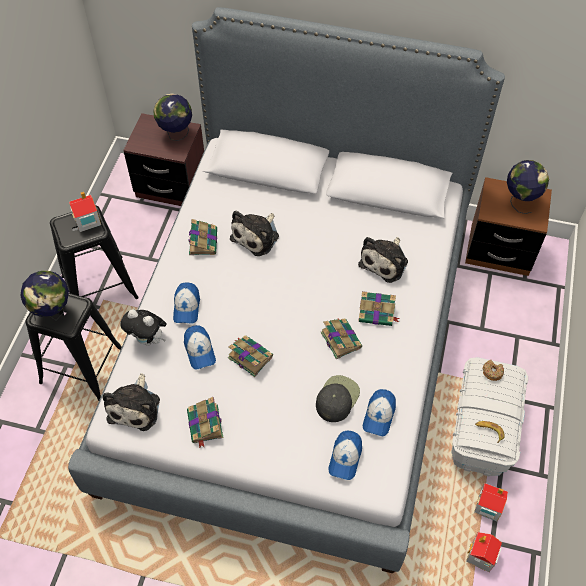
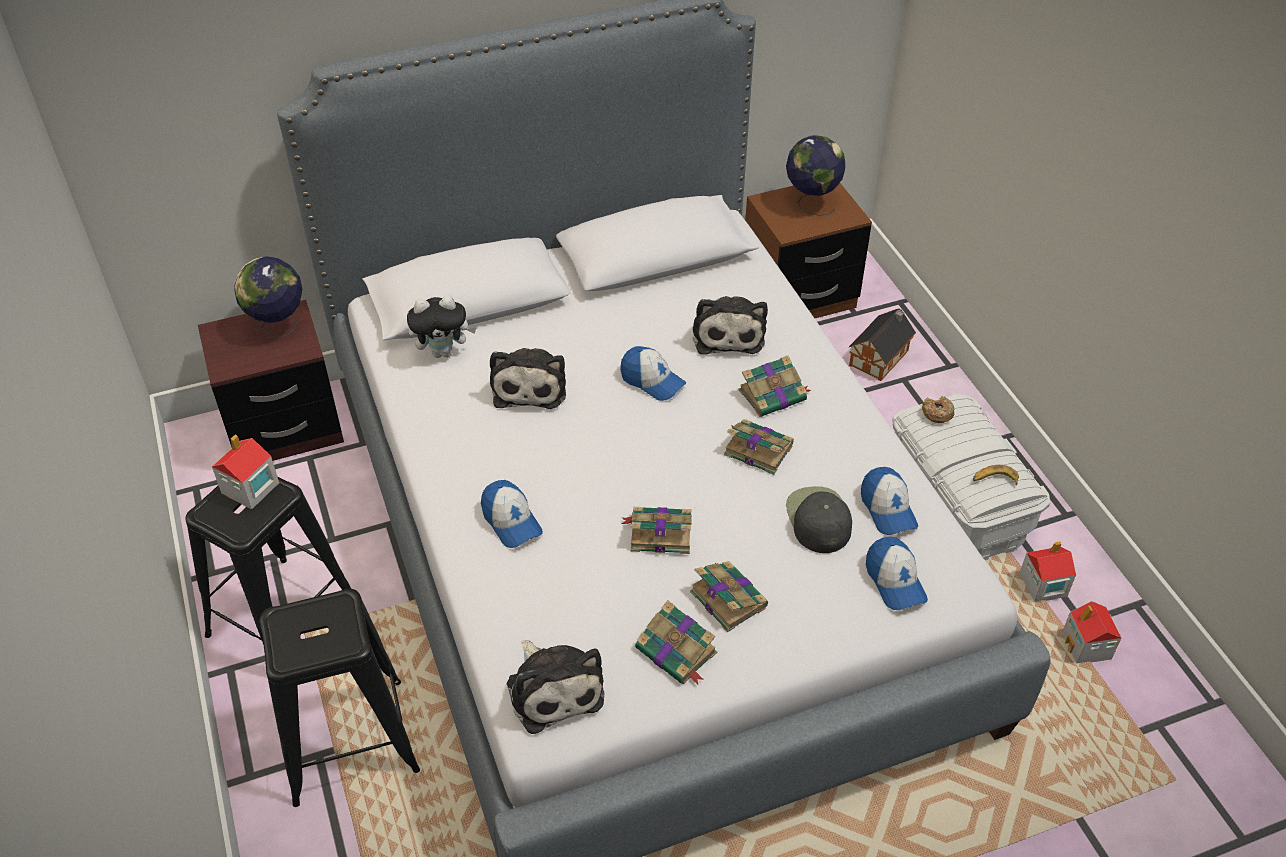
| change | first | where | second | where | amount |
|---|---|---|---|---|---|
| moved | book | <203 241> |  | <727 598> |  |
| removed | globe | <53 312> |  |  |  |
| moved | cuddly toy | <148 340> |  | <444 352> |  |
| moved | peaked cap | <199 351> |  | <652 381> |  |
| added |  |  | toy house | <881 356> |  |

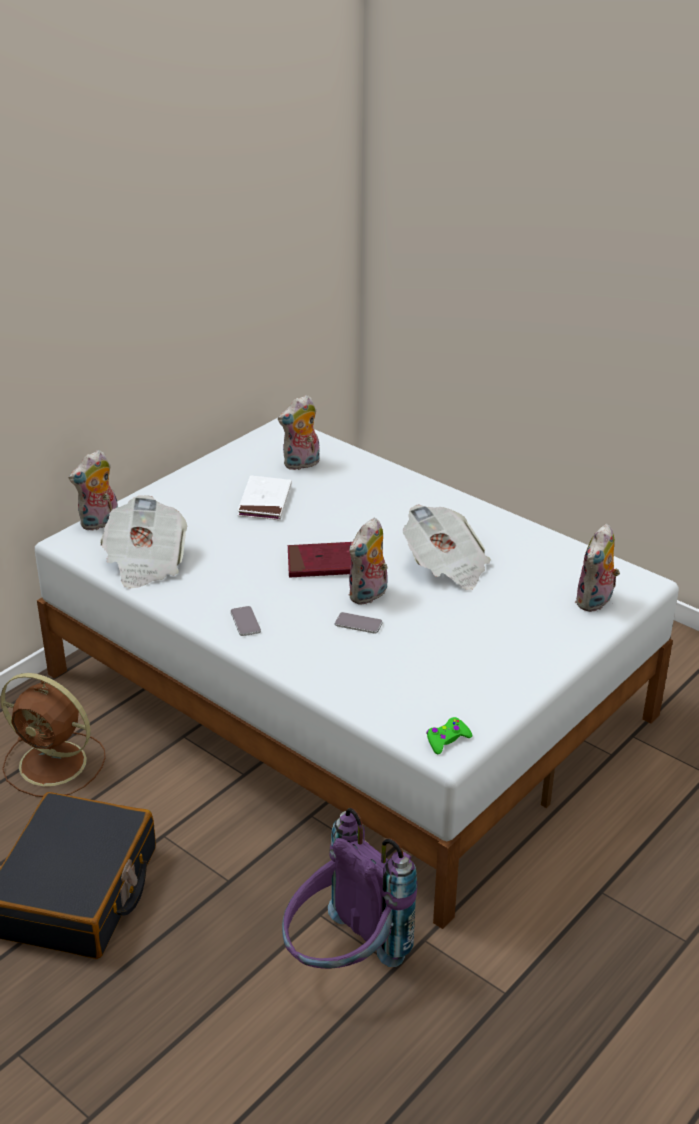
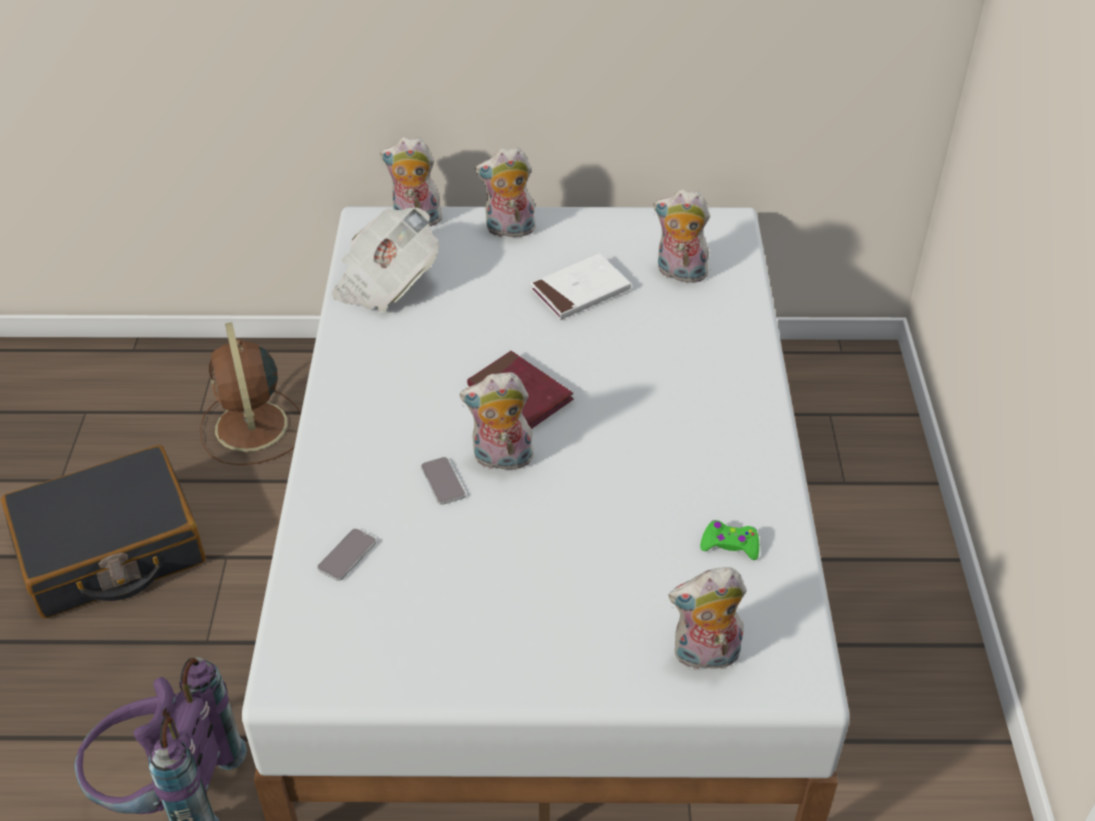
| change | first | where | second | where | amount |
|---|---|---|---|---|---|
| removed | newspaper | <446 567> |  |  |  |
| moved | handset | <245 622> |  | <347 555> |  |
| moved | green gamepad | <447 740> |  | <730 545> |  |
| added |  |  | cuddly toy | <509 230> |  |

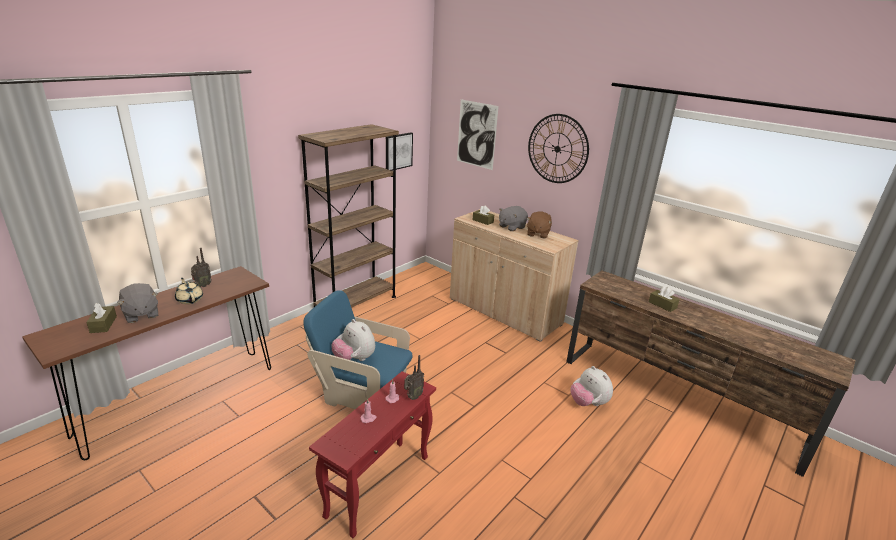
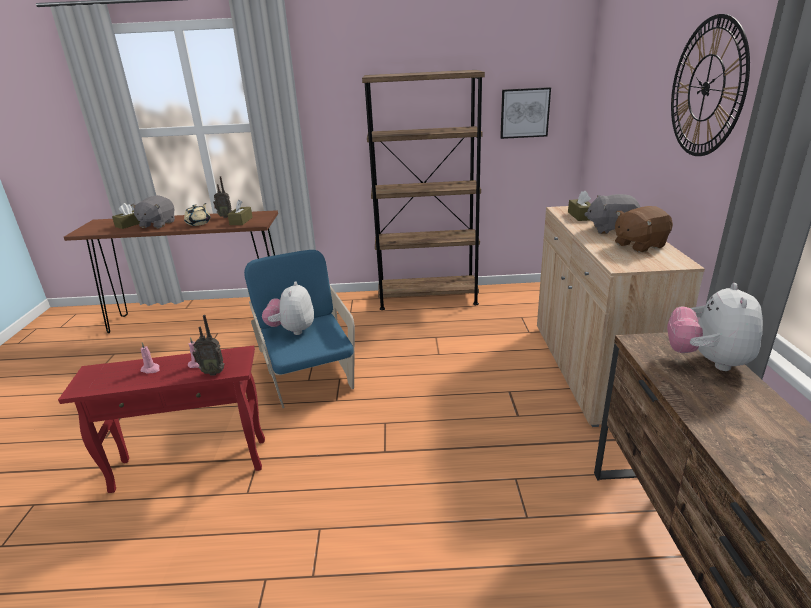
| change | first | where | second | where | amount |
|---|---|---|---|---|---|
| removed | wall picture | <476 134> |  |  |  |
| moved | brown tissue holder | <662 305> |  | <241 221> |  |
| moved | cuddly toy | <588 403> |  | <707 361> |  |

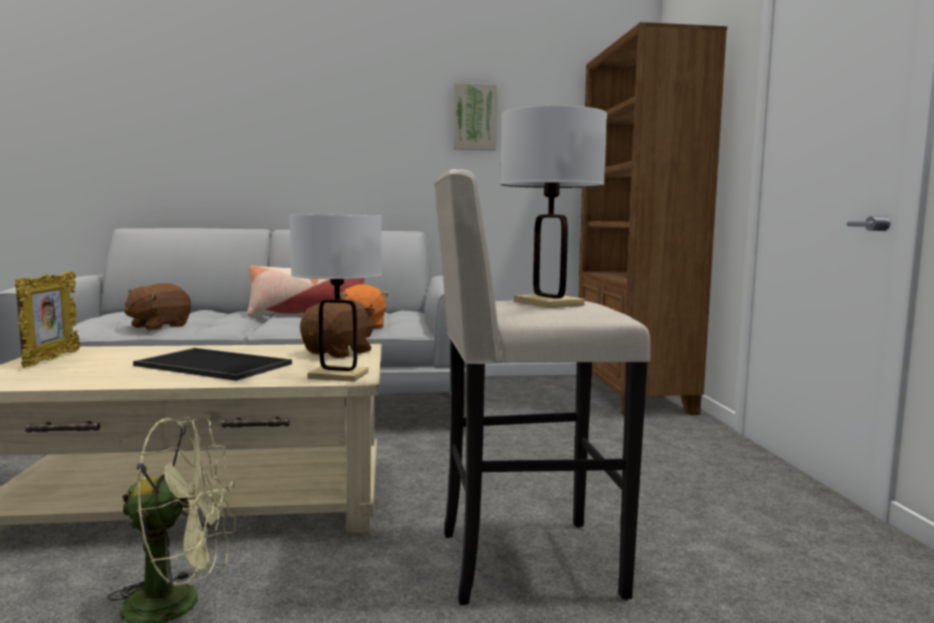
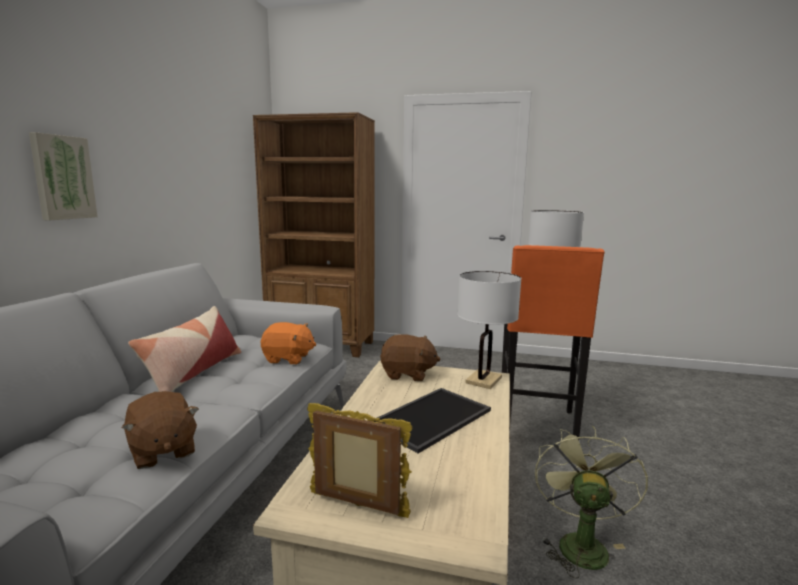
| change | first | where | second | where | amount |
|---|---|---|---|---|---|
| moved | wall picture | <474 117> |  | <62 177> |  |
| recoloured | beige sitting stool | <523 563> | orangey sitting stool | <537 426> |  |
| turned | brown cuddly toy | <339 352> |  | <408 374> | 135 degrees clockwise |

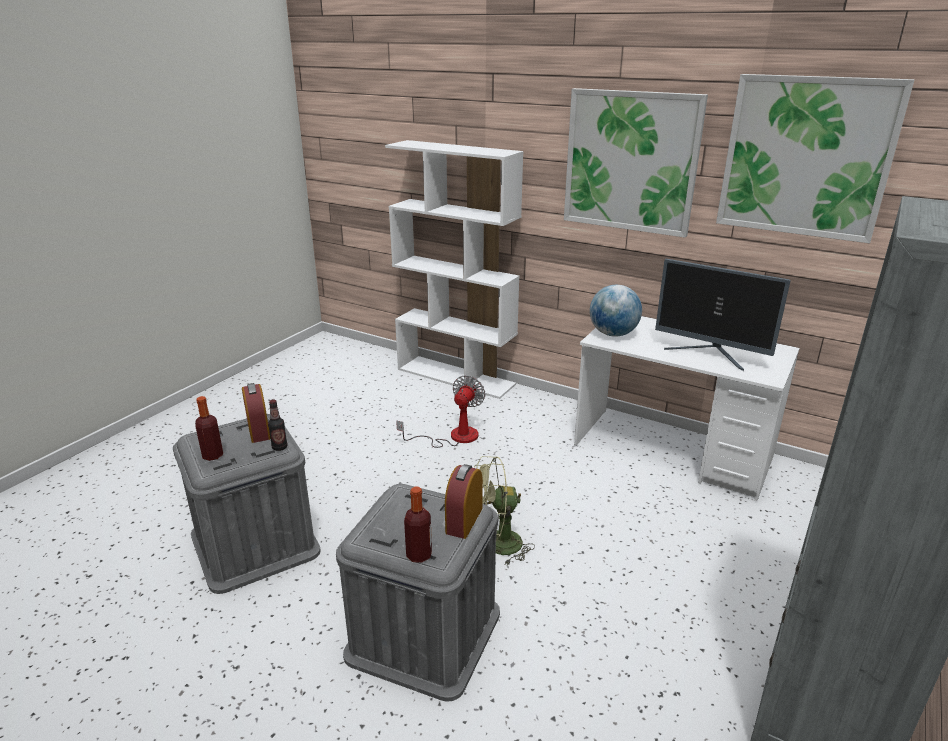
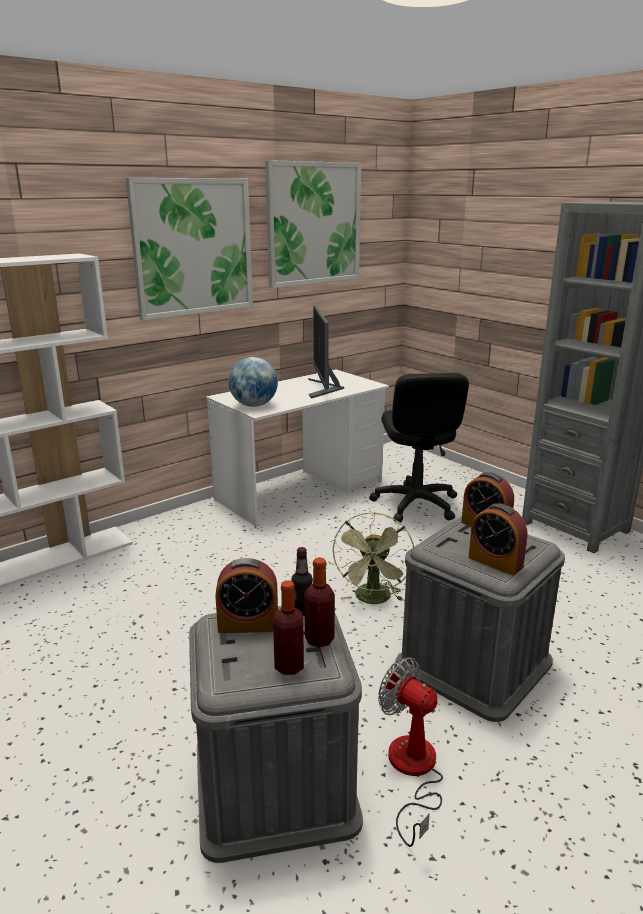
| change | first | where | second | where | amount |
|---|---|---|---|---|---|
| turned | monitor | <710 355> |  | <323 389> | 120 degrees clockwise |
| moved | electric fan | <453 437> |  | <412 772> |  |
| moved | beverage bottle | <419 555> |  | <319 639> |  |
| added |  |  | black computer chair | <415 504> |  |
| added |  |  | bedside clock | <495 562> |  |

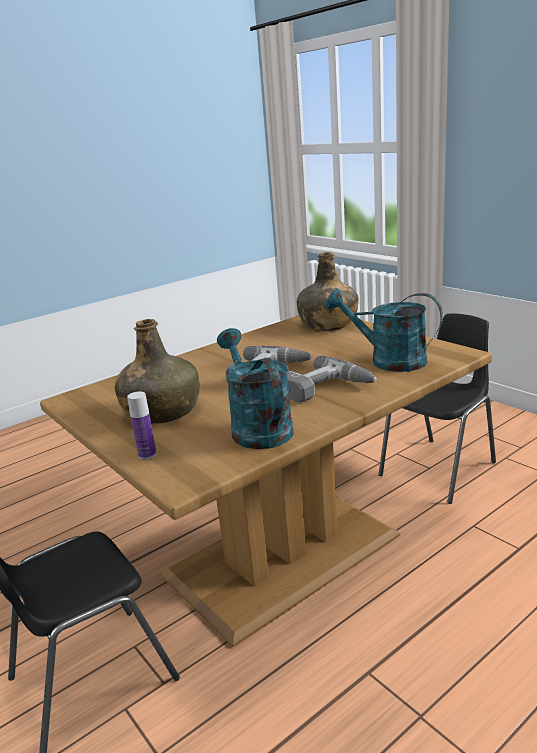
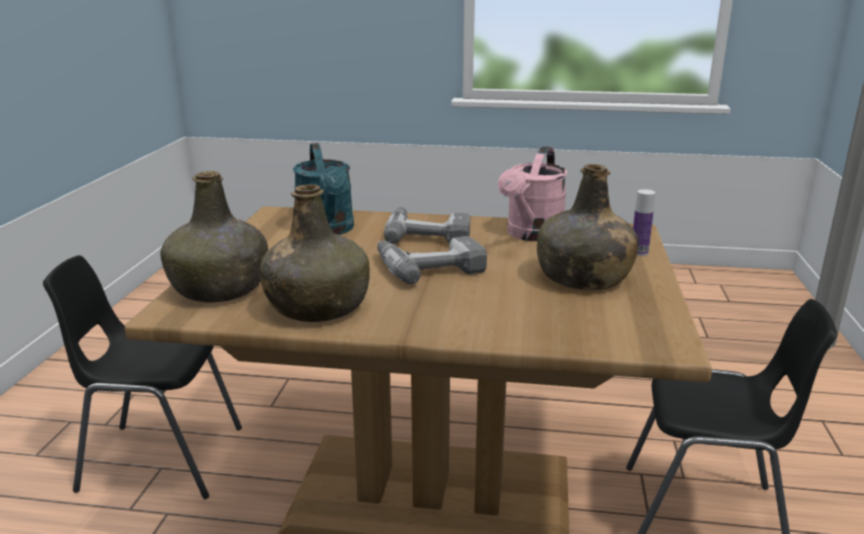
| change | first | where | second | where | amount |
|---|---|---|---|---|---|
| recoloured | blue-green sprinkling can | <257 427> | pink sprinkling can | <532 235> |  |
| added |  |  | green beverage bottle | <318 307> |  |

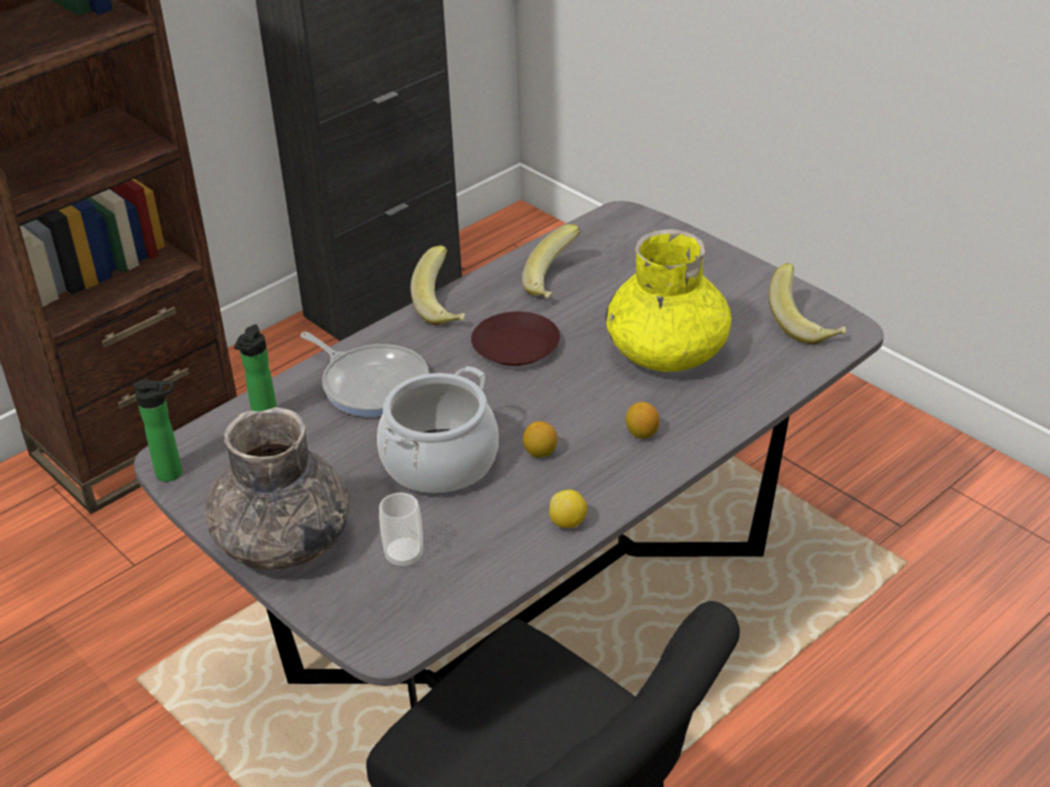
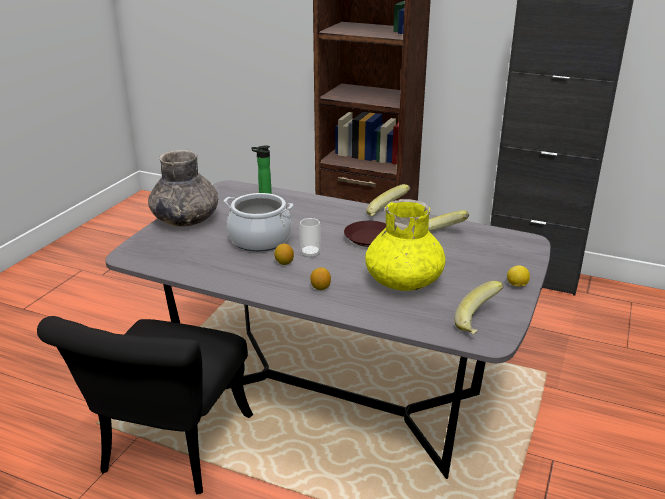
| change | first | where | second | where | amount |
|---|---|---|---|---|---|
| removed | skillet | <372 384> |  |  |  |
| removed | beverage bottle | <173 473> |  |  |  |
| moved | whole lemon | <568 523> |  | <517 285> |  |
| moved | small cup | <404 556> |  | <310 254> |  |

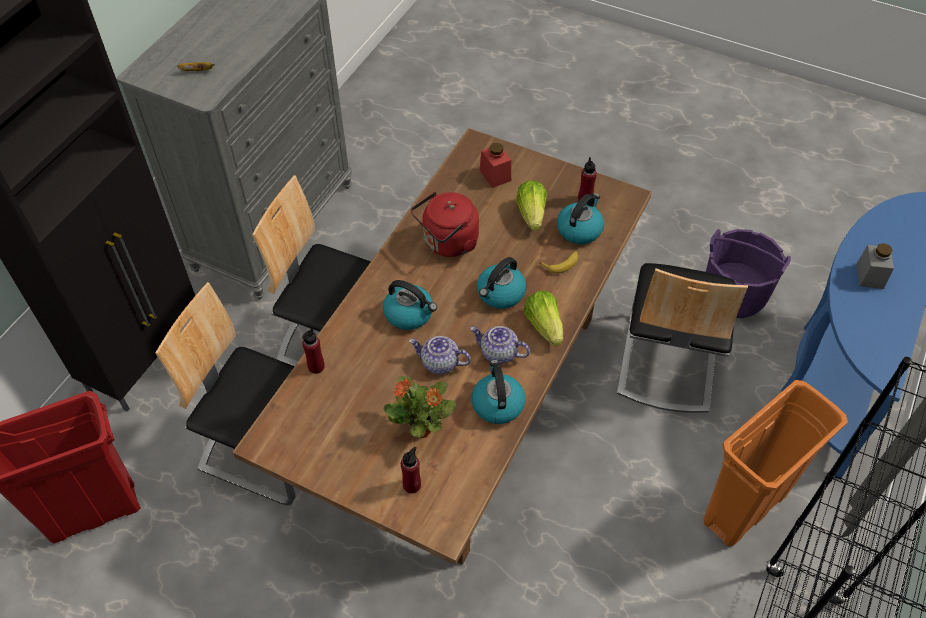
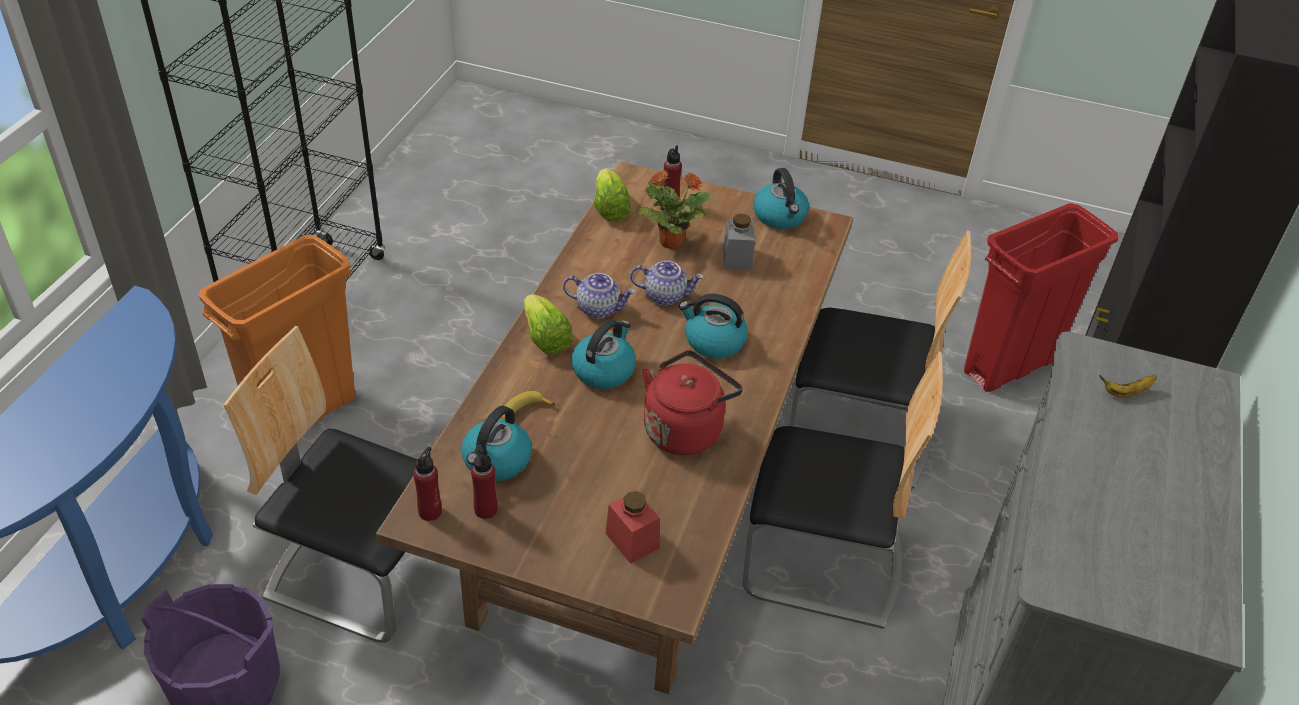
| change | first | where | second | where | amount |
|---|---|---|---|---|---|
| moved | head of lettuce | <531 214> |  | <609 208> |  |
| moved | gray storage jar | <870 276> |  | <737 258> |  |
| turned | chair | <667 361> |  | <360 572> | 75 degrees counterclockwise |
| moved | reddish beverage bottle | <316 366> |  | <430 512> |  |
| moved | water kettle | <497 404> |  | <780 217> |  |

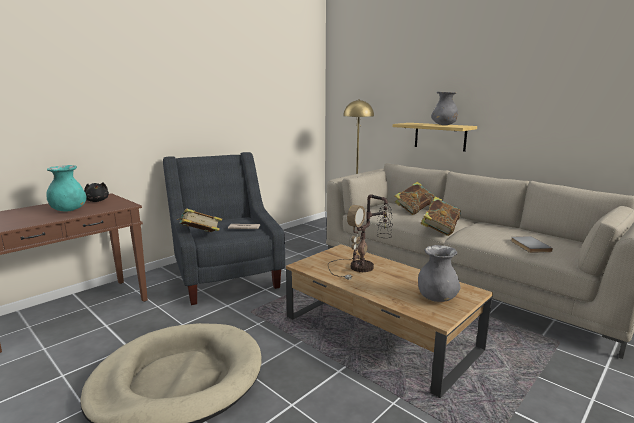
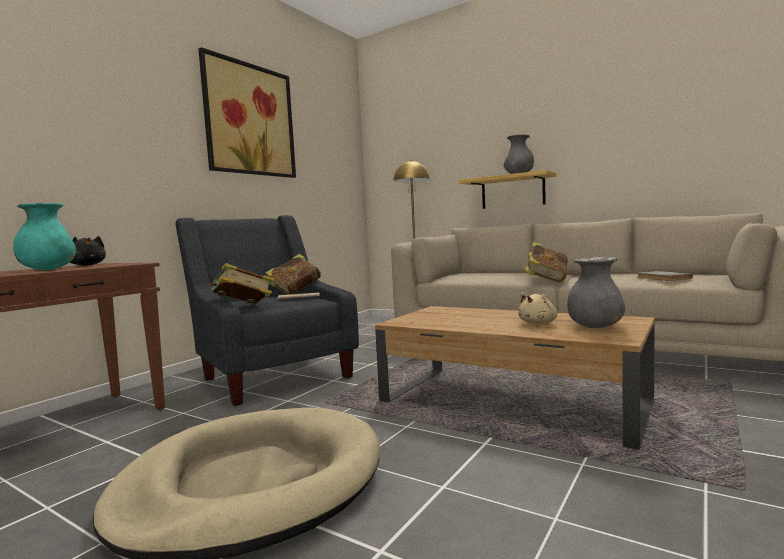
| change | first | where | second | where | amount |
|---|---|---|---|---|---|
| moved | book | <414 211> |  | <295 293> |  |
| removed | lamp for a table | <363 267> |  |  |  |
| added |  |  | wall picture | <250 120> |  |
| added |  |  | beige cuddly toy | <538 323> |  |

